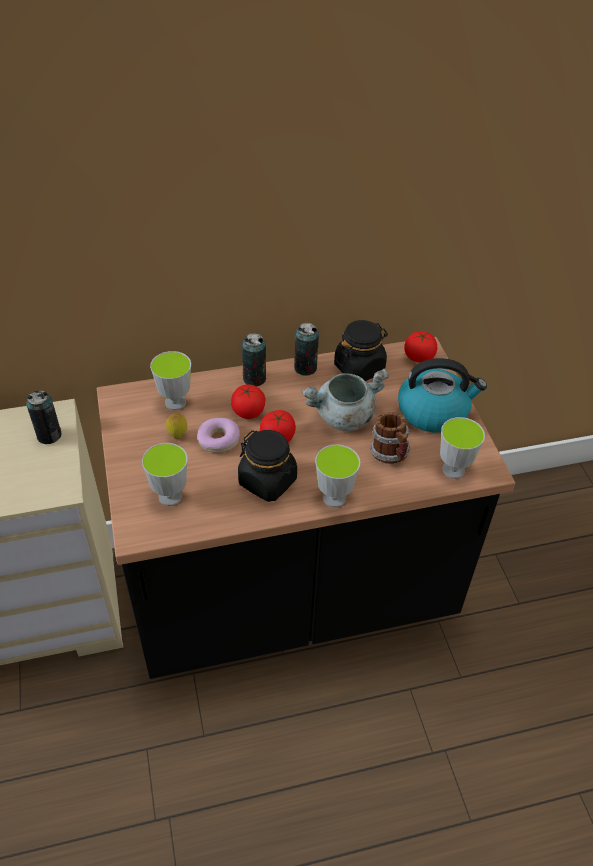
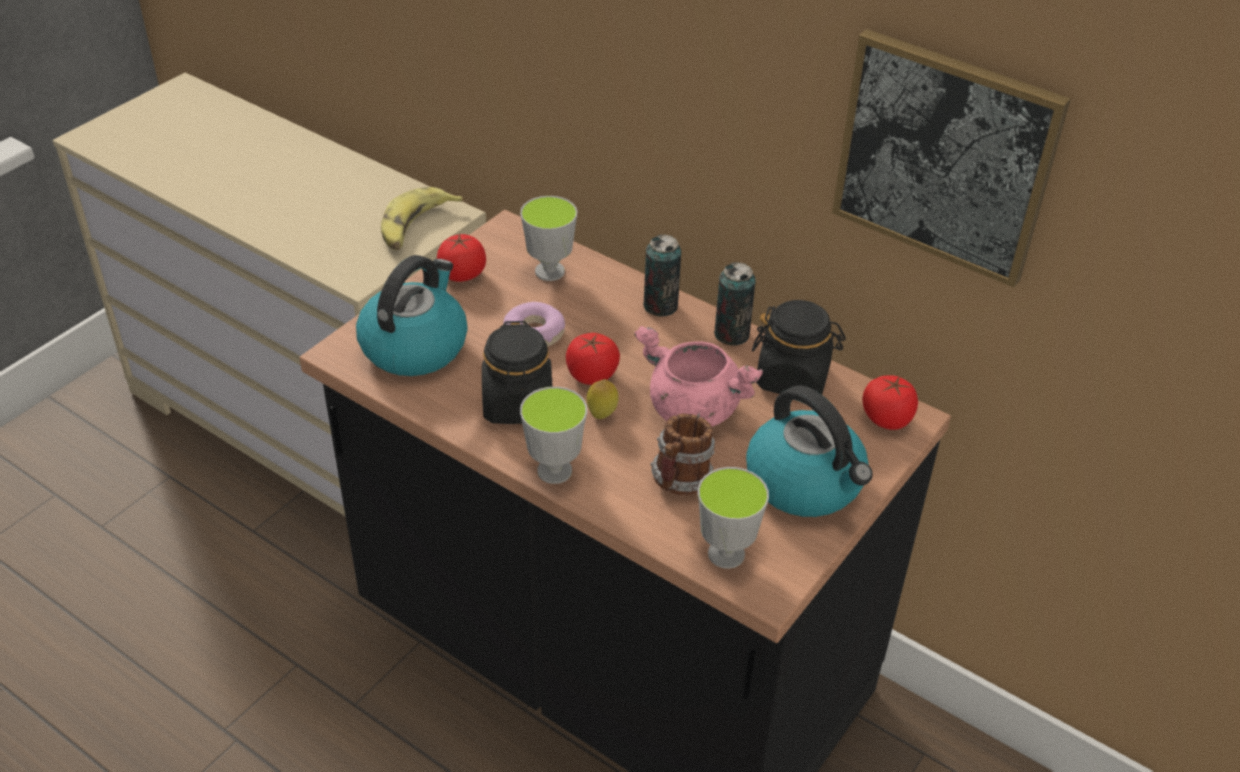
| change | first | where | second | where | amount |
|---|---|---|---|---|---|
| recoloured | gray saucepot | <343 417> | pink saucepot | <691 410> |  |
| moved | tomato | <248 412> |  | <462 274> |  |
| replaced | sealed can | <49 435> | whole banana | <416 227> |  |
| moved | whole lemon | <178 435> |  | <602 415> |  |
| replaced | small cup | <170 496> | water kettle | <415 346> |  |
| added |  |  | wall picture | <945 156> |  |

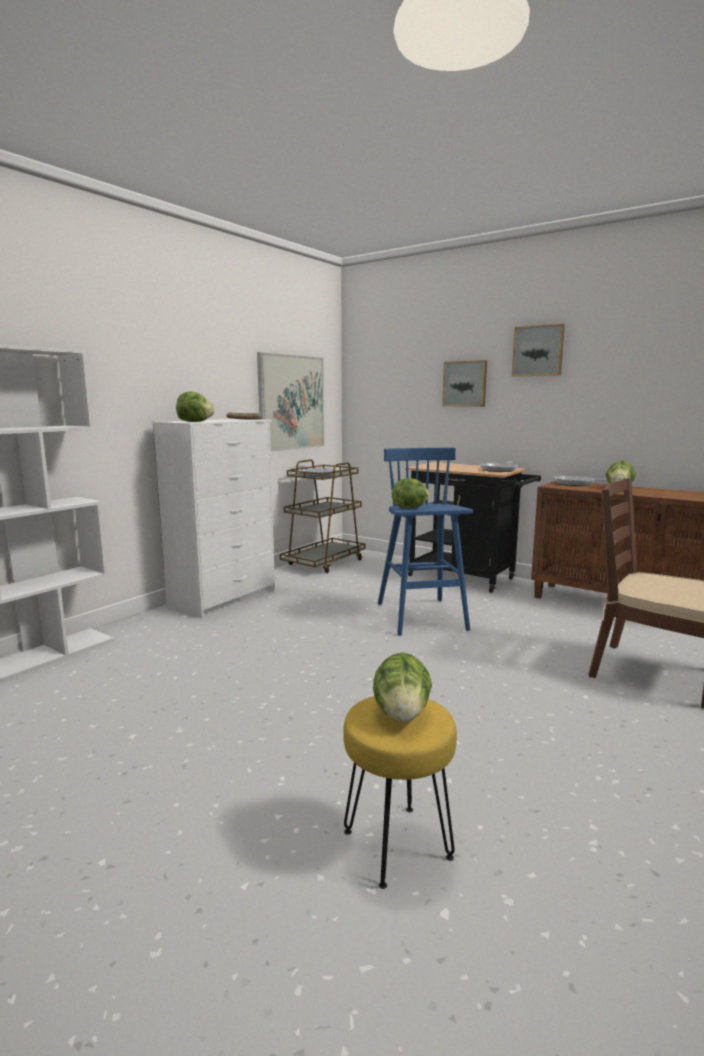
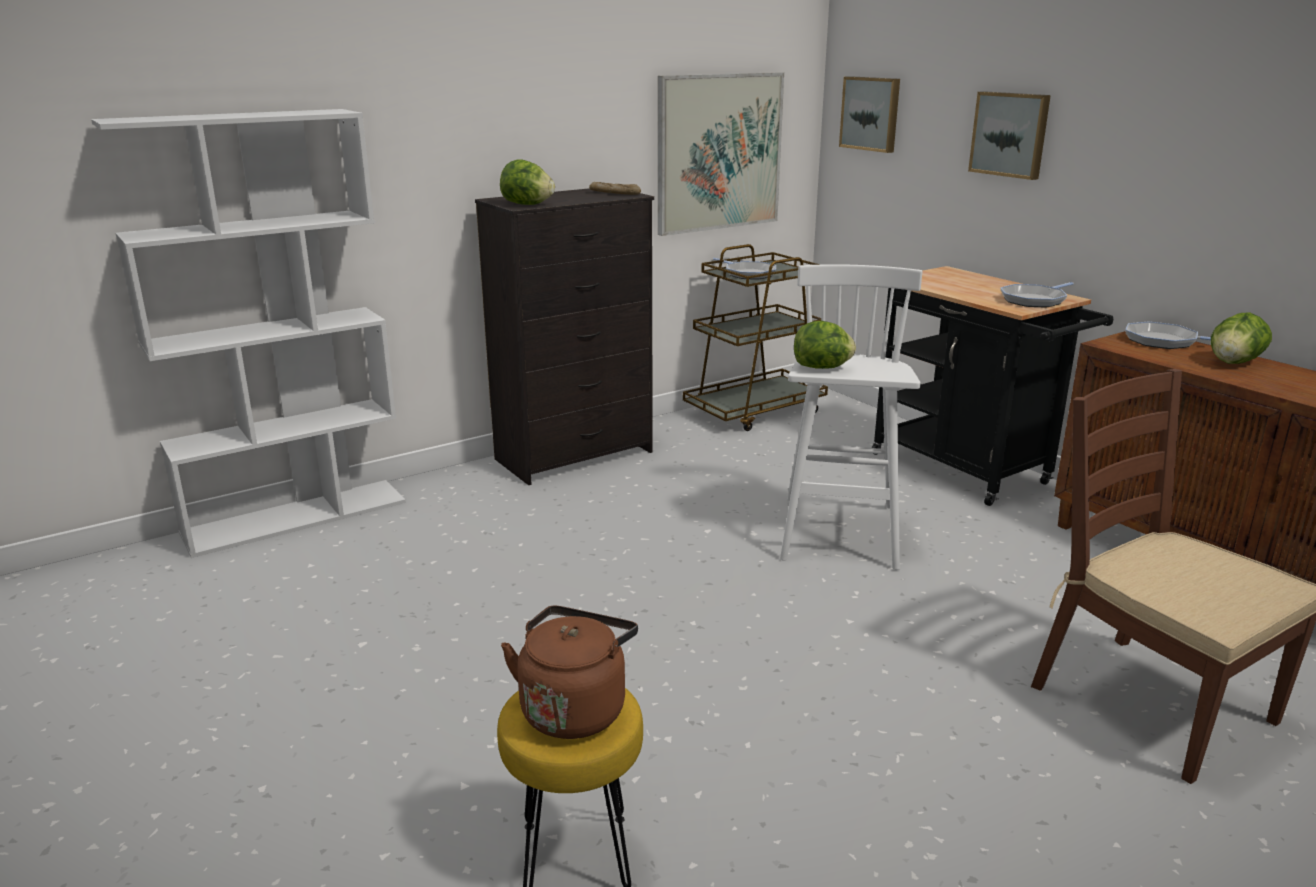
| change | first | where | second | where | amount |
|---|---|---|---|---|---|
| moved | wall picture | <538 351> |  | <871 113> |  |
| recoloured | white-coloured drawer chest | <224 598> | black drawer chest | <576 456> |  |
| recoloured | bluish sitting stool | <422 617> | white-coloured sitting stool | <839 534> |  |
| replaced | head of lettuce | <402 714> | brown water kettle | <575 708> |  |

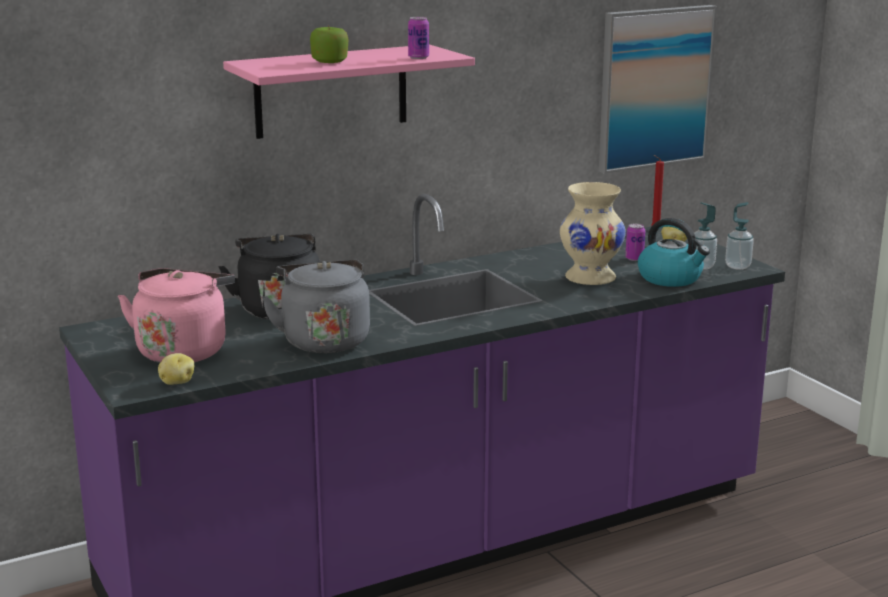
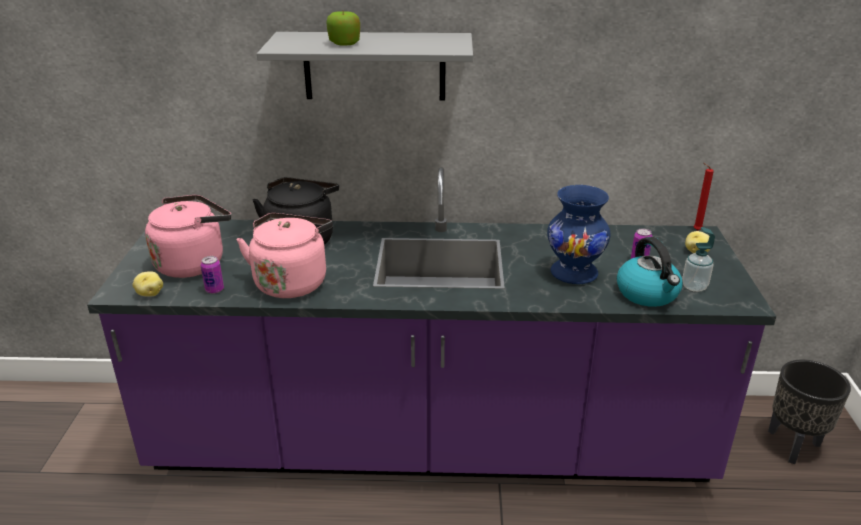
| change | first | where | second | where | amount |
|---|---|---|---|---|---|
| removed | wall picture | <654 88> |  |  |  |
| moved | sealed can | <418 58> |  | <214 290> |  |
| recoloured | pink bracket shelf | <331 91> | gray bracket shelf | <374 66> |  |
| recoloured | beige flower vase | <590 278> | bluish flower vase | <574 273> |  |
| removed | liquid soap bottle | <737 266> |  |  |  |
| recoloured | gray water kettle | <324 340> | pink water kettle | <292 281> |  |
| added |  |  | black planter | <792 446> |  |

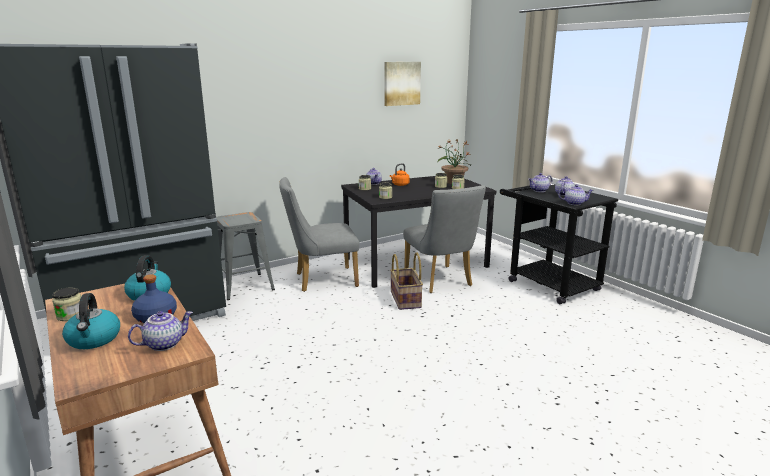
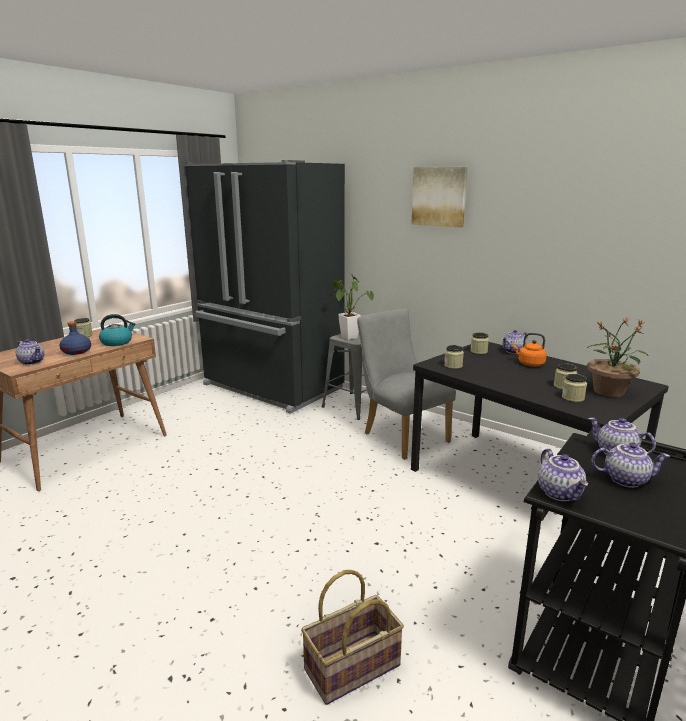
| change | first | where | second | where | amount |
|---|---|---|---|---|---|
| moved | wall picture | <401 83> |  | <439 196> |  |
| removed | gray chair | <440 281> |  |  |  |
| moved | storage basket | <406 299> |  | <352 668> |  |
| removed | water kettle | <94 339> |  |  |  |
| added |  |  | plant in a pot | <347 337> |  |

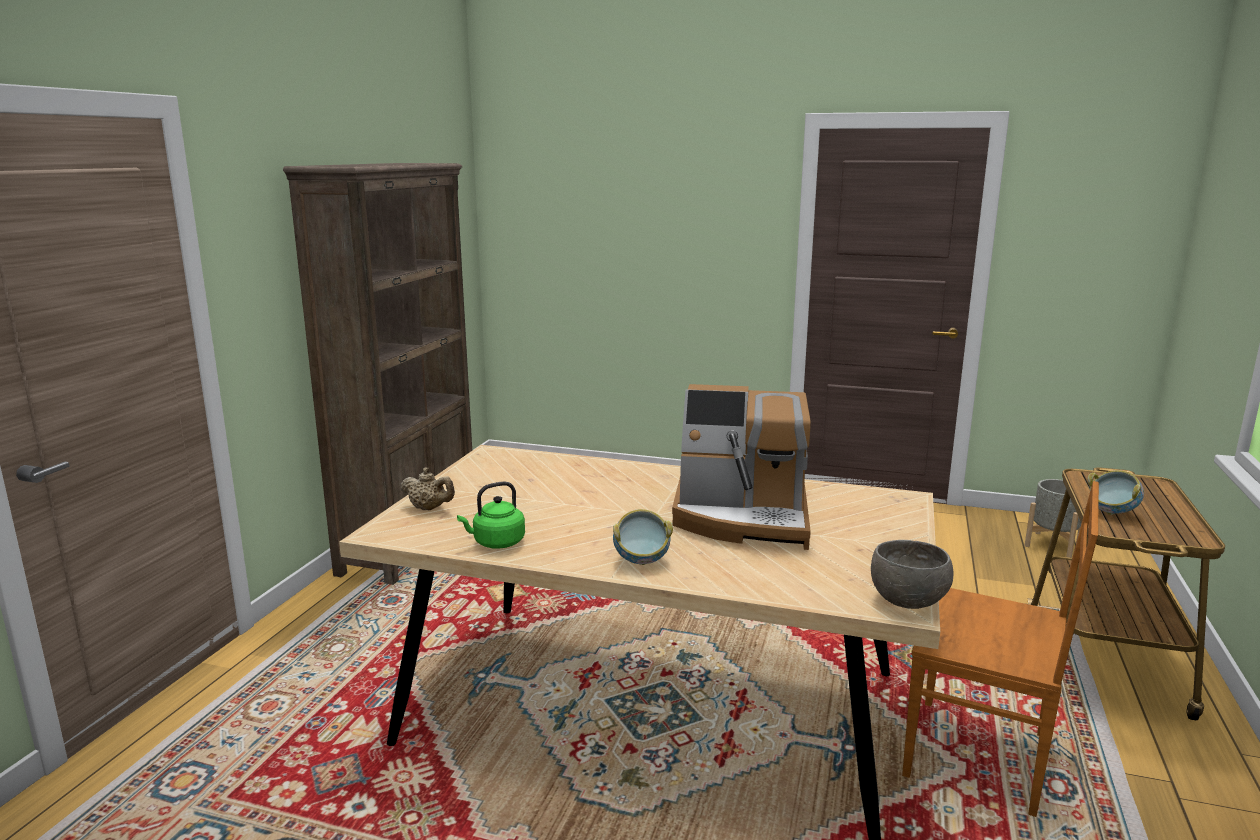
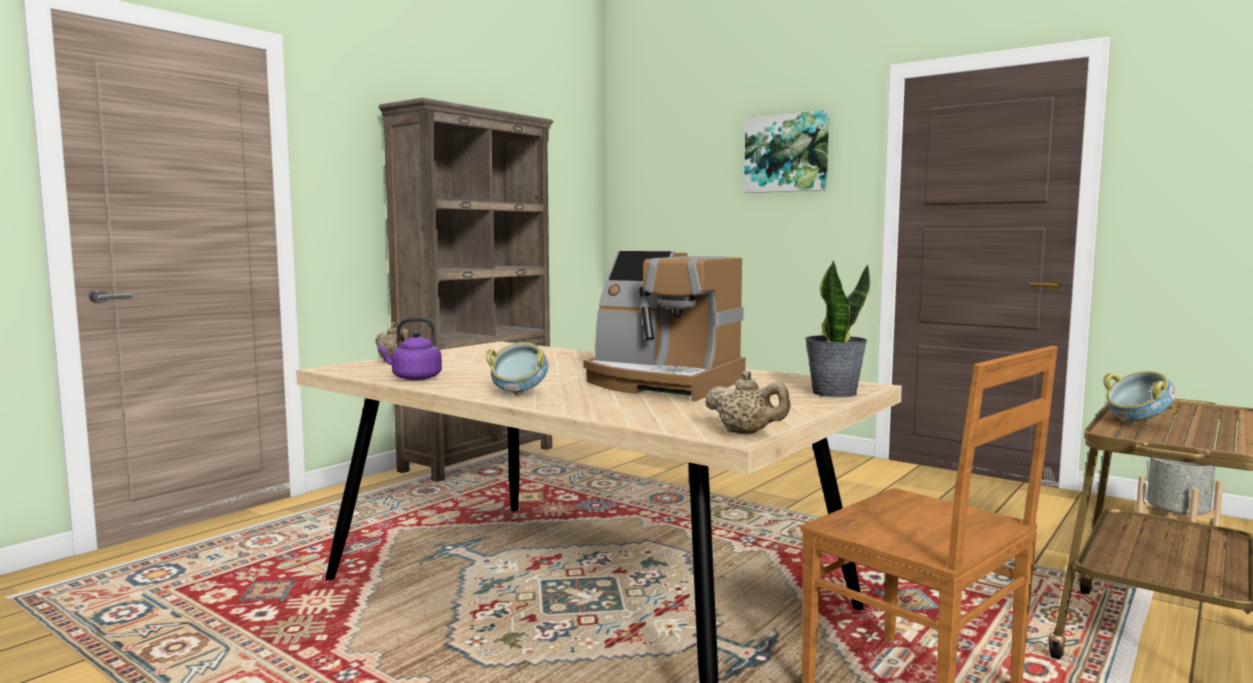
| change | first | where | second | where | amount |
|---|---|---|---|---|---|
| recoloured | green water kettle | <496 543> | purple-coloured water kettle | <414 378> |  |
| replaced | gray deep dish | <909 602> | beige tea pot | <746 433> |  |
| added |  |  | wall picture | <786 153> |  |
| added |  |  | plant in a pot | <833 393> |  |

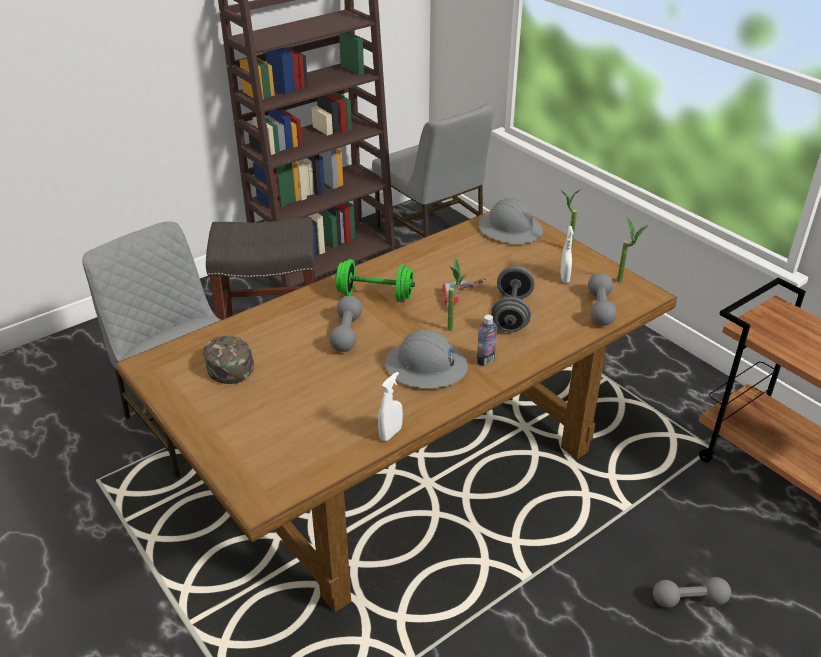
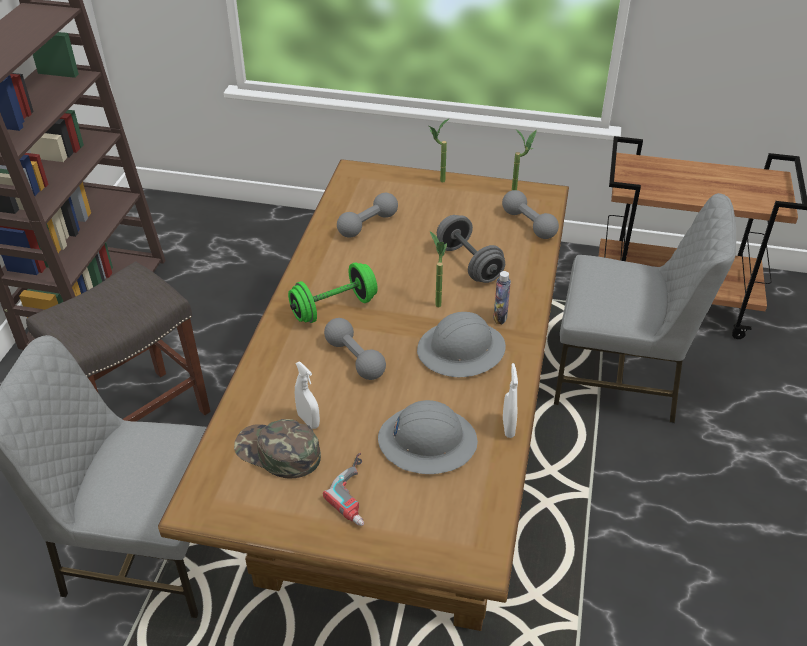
| change | first | where | second | where | amount |
|---|---|---|---|---|---|
| moved | gray chair | <431 234> |  | <620 378> |  |
| moved | gray safety helmet | <510 229> |  | <427 441> |  |
| moved | white-coloured hand sprayer | <564 278> |  | <308 420> |  |
| moved | power drill | <466 297> |  | <359 493> |  |
| moved | gray hand weight | <689 600> |  | <368 225> |  |

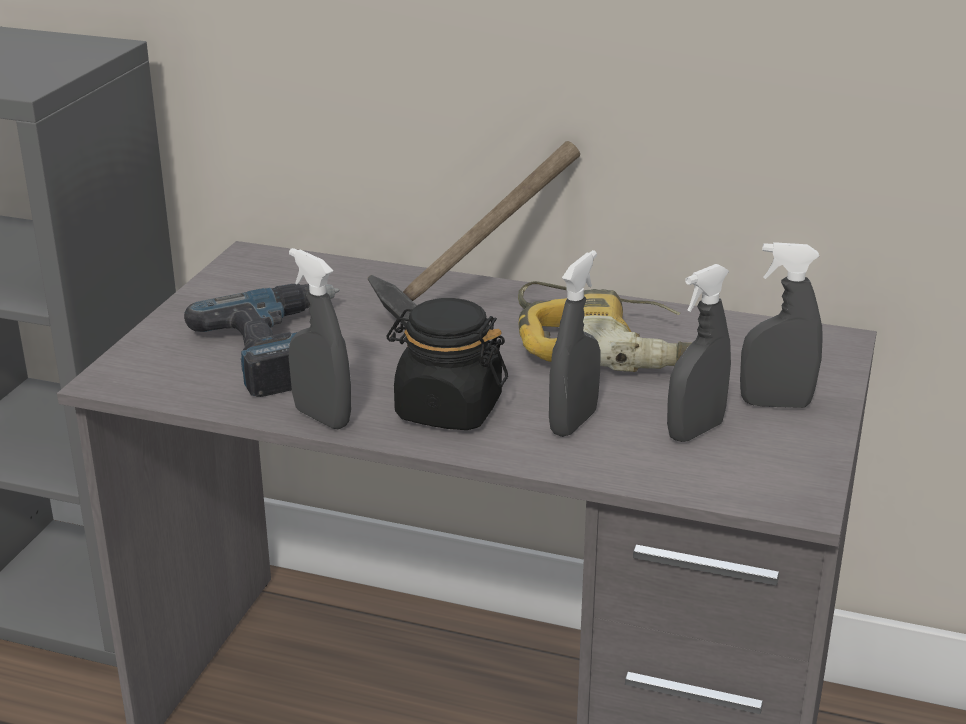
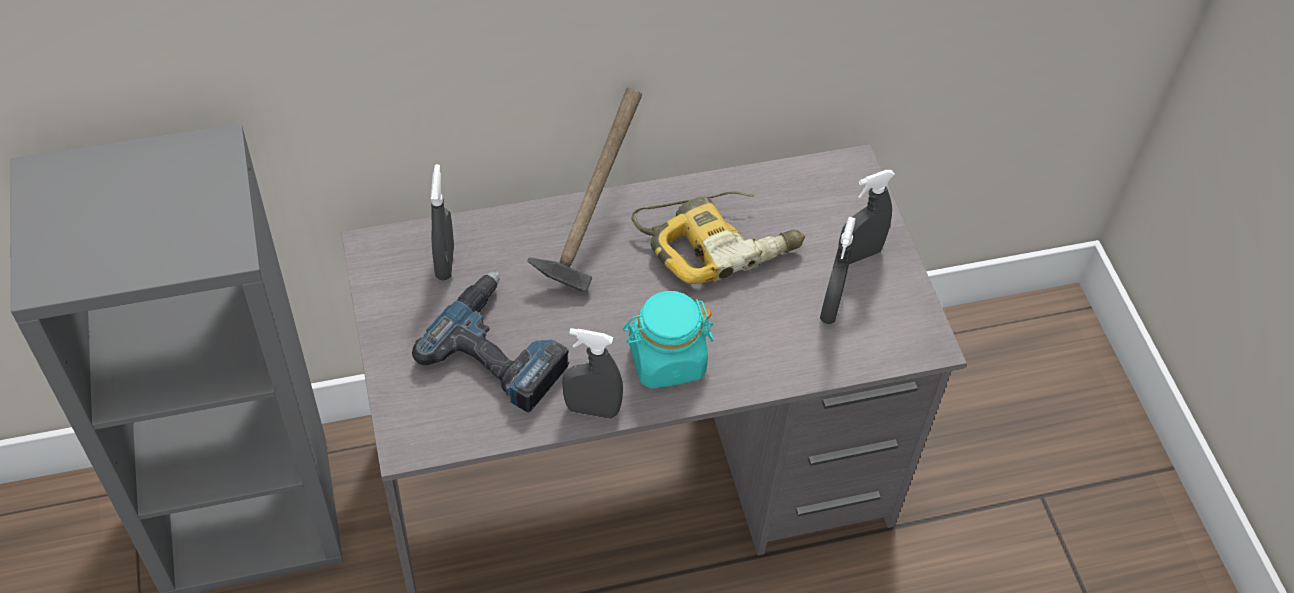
| change | first | where | second | where | amount |
|---|---|---|---|---|---|
| moved | gray hand sprayer | <573 423> |  | <445 262> |  |
| recoloured | black storage jar | <447 409> | blue-green storage jar | <666 360> |  |

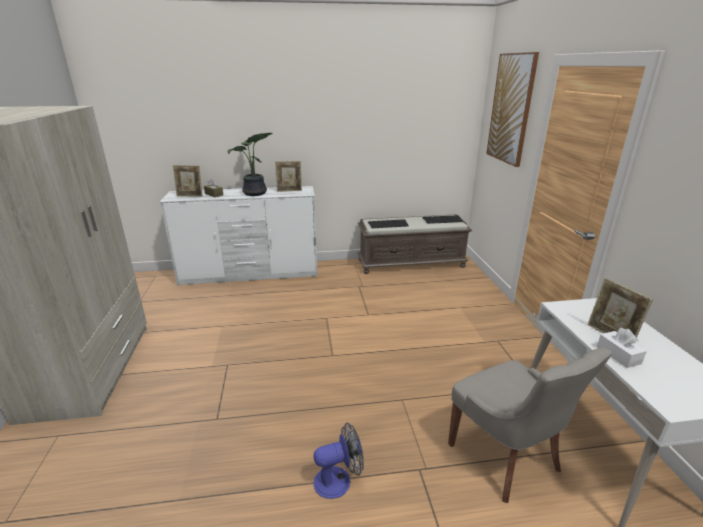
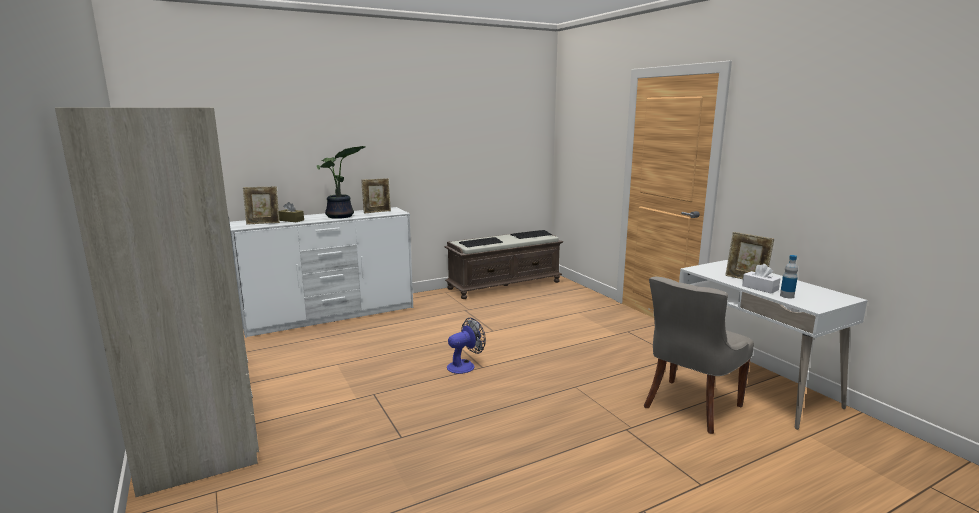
| change | first | where | second | where | amount |
|---|---|---|---|---|---|
| removed | wall picture | <511 109> |  |  |  |
| turned | gray chair | <506 458> |  | <690 407> | 90 degrees clockwise |
| moved | electric fan | <339 480> |  | <465 365> |  |
| added |  |  | beverage bottle | <787 296> |  |

